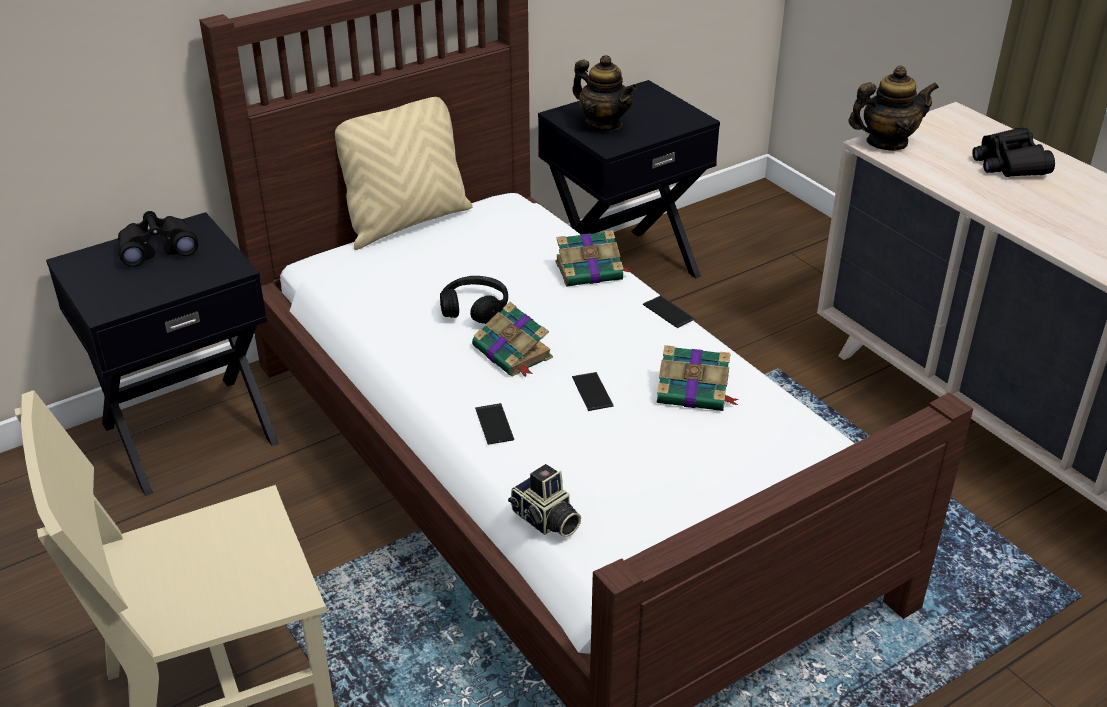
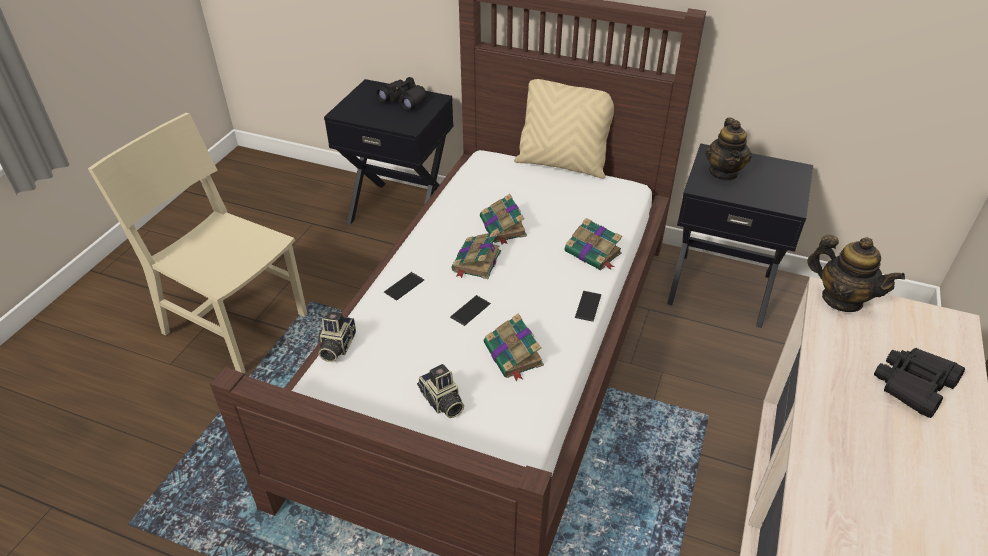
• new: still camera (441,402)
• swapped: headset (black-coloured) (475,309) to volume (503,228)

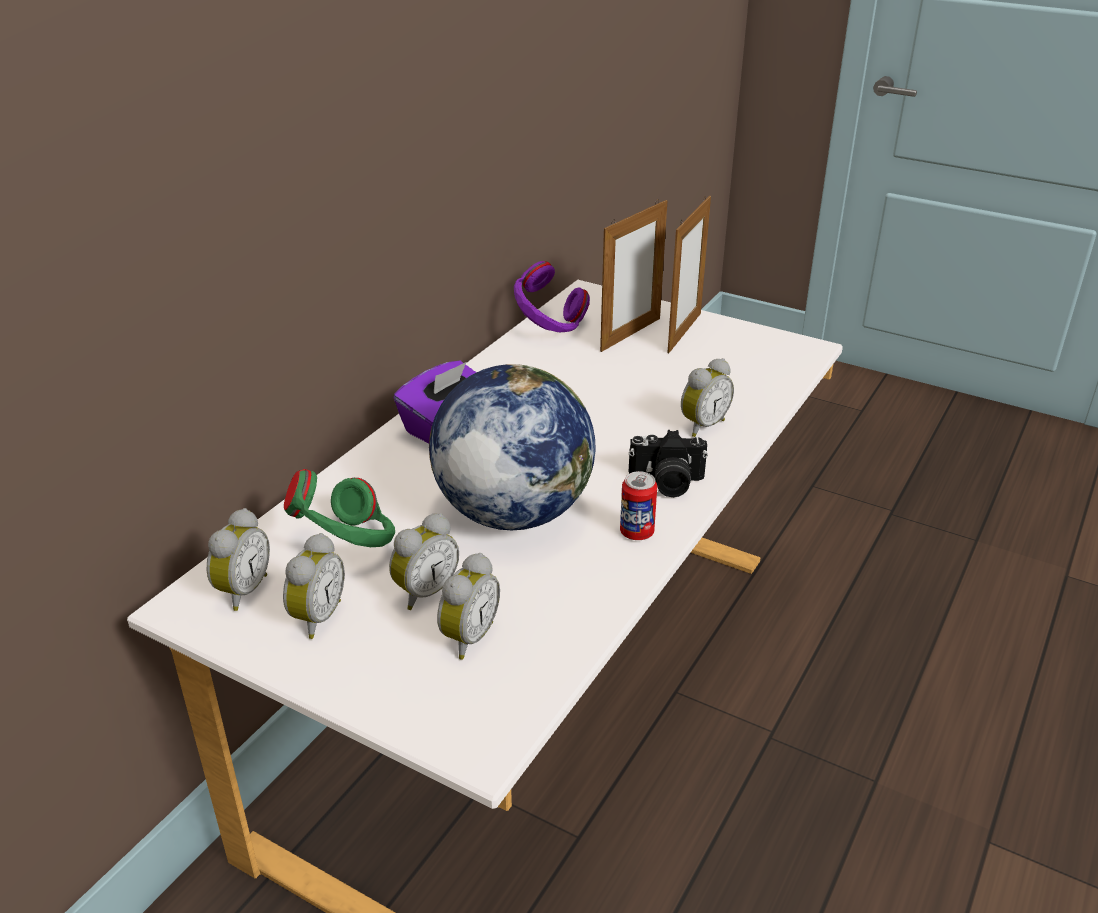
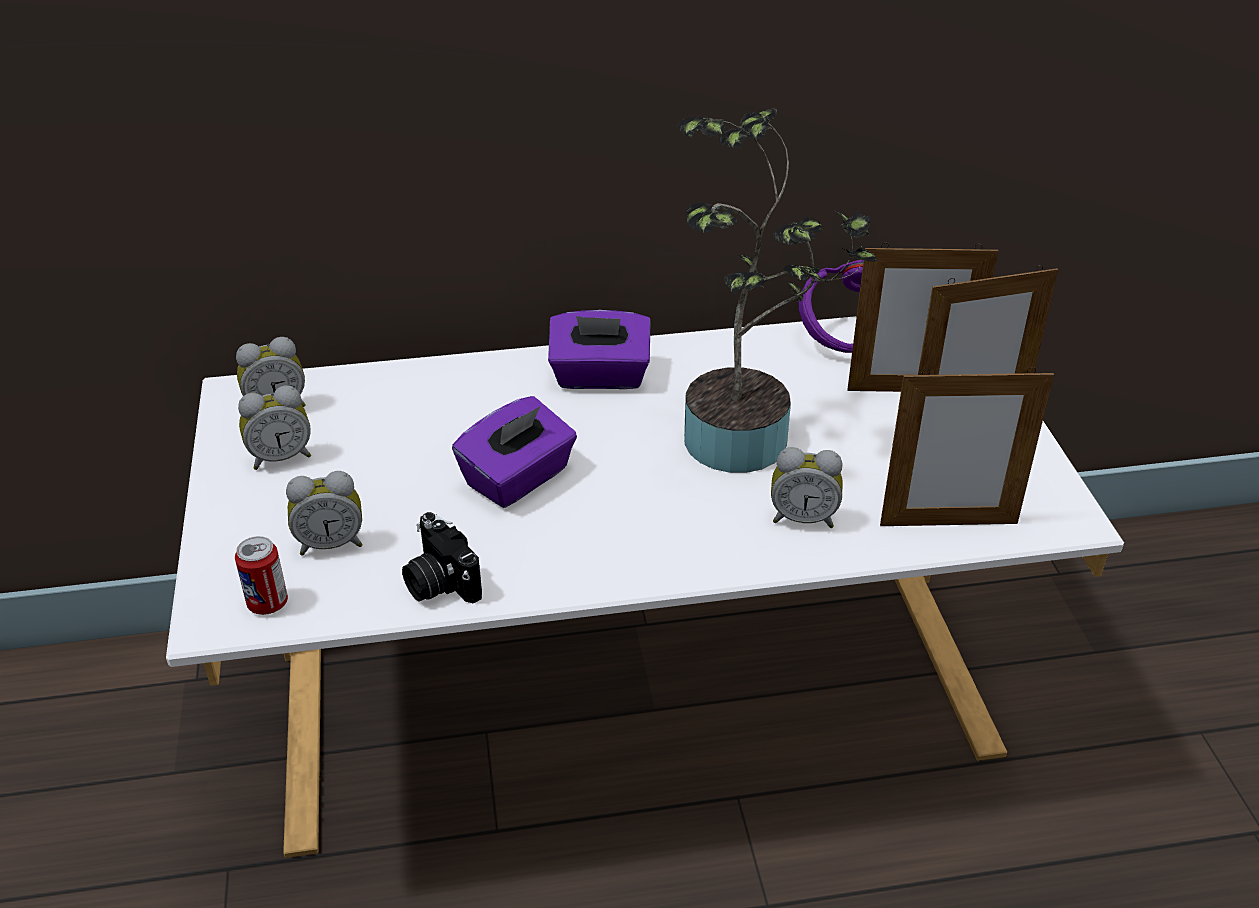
• gone: headset (greenish) (347,544)
• gone: alarm clock (424,591)
• new: houseplant (748,438)
• new: photo frame (948,524)
• shifted: sealed can (636,533) to (268,603)
• shifted: still camera (666,483) to (439,582)
• swapped: globe (512,512) to box of tissues (purplish) (518,478)

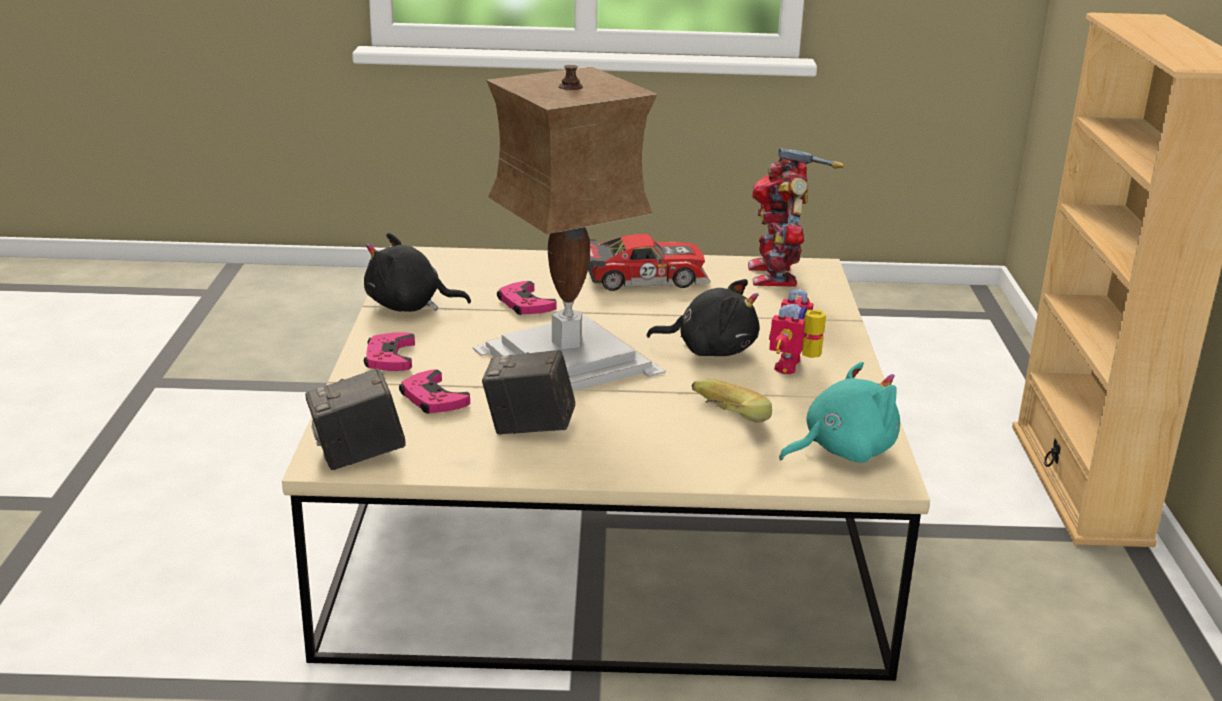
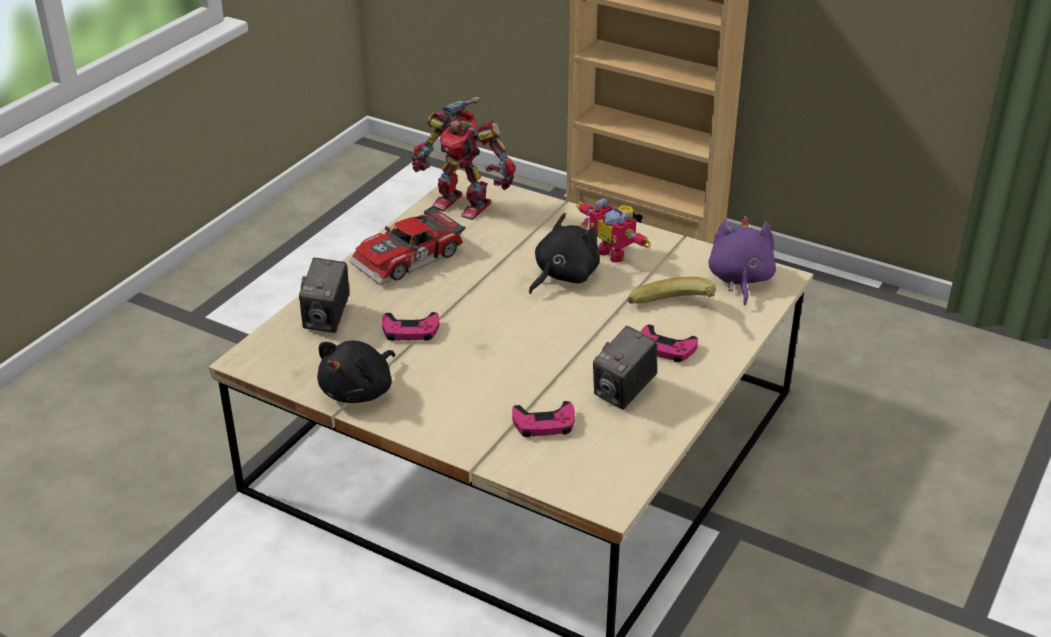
• gone: lamp for a table (568,358)
• shifted: still camera (358,456) to (327,319)
• shifted: joypad (pink-coloured) (389,358) to (665,348)
• repainted: plush toy (turquoise) (842,451) to plush toy (purplish) (740,279)
• rotated: toy car (644,276) = (410,259) 150 degrees counterclockwise

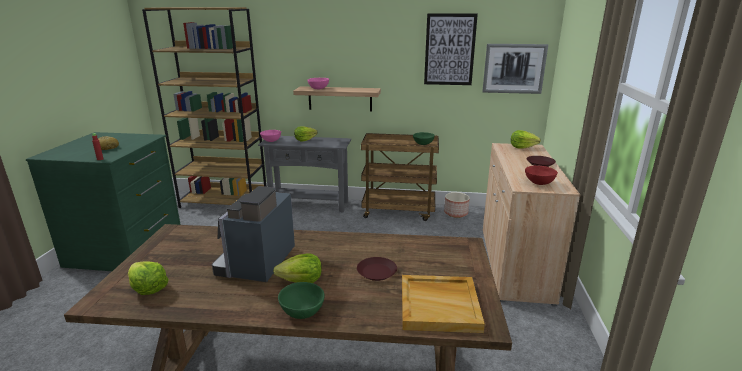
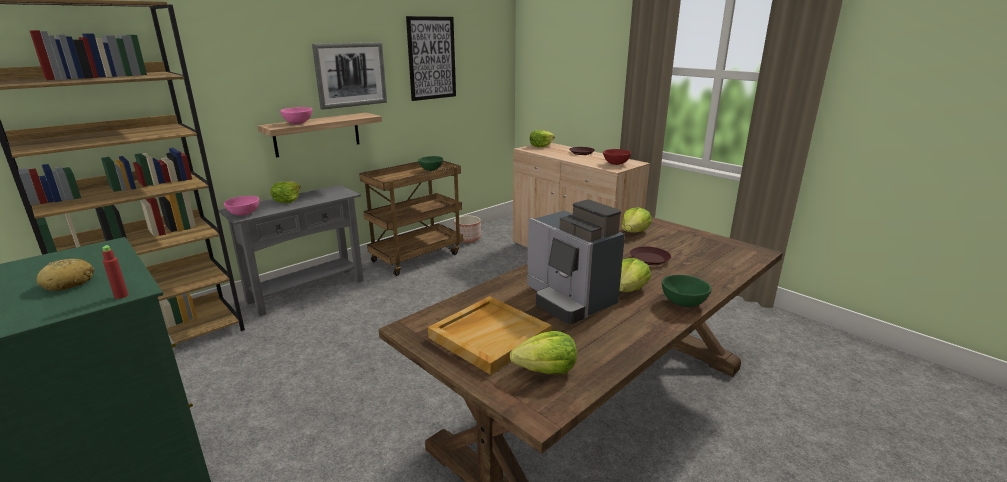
• new: head of lettuce (634,232)
• shifted: serving tray (beige-coloured) (440,305) to (490,336)
• shifted: picture (514,68) to (351,75)

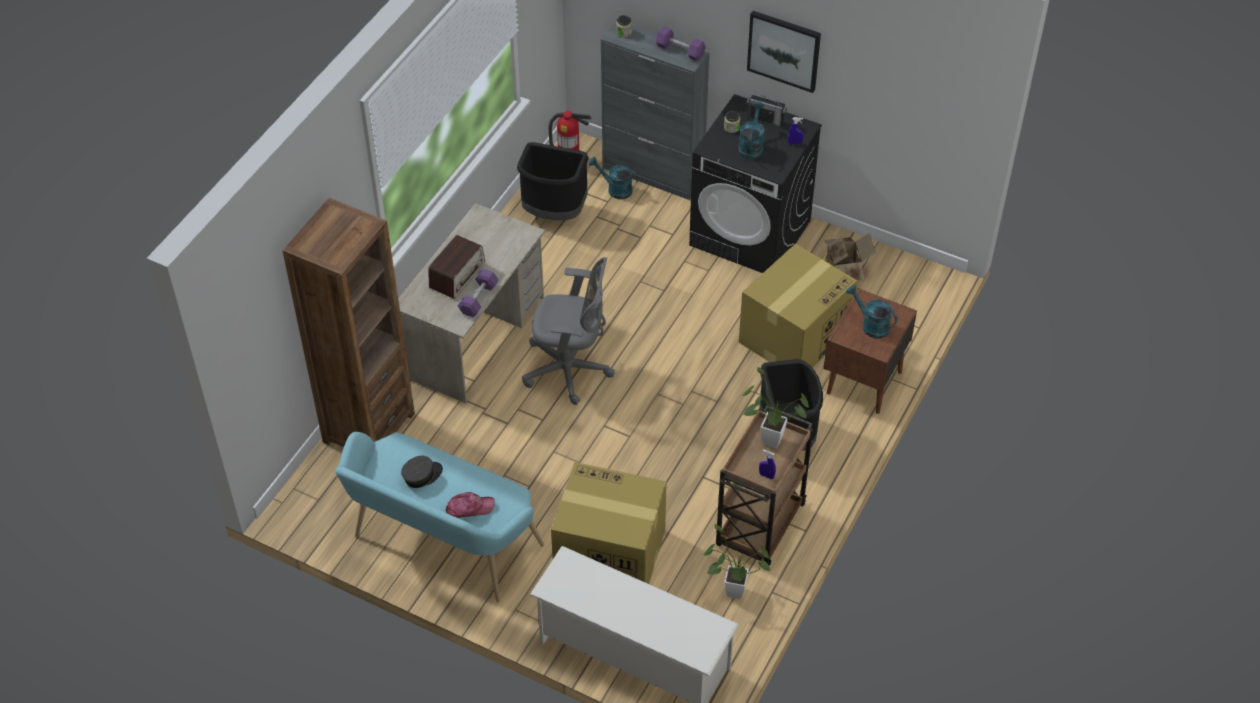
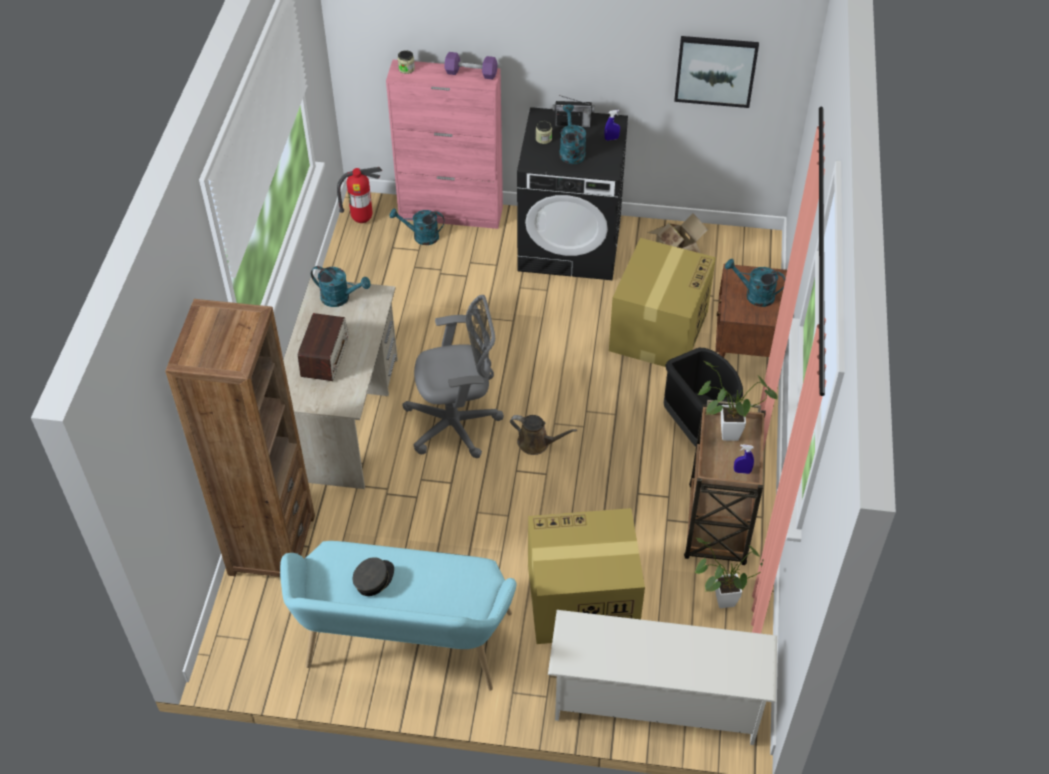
• gone: cap (469,508)
• gone: free weight (purplish) (478,299)
• gone: rubbish bin (black-coloured) (554,212)
• new: watering can (turquoise) (340,298)
• new: watering can (brown-coloured) (536,443)
• shifted: picture (784,50) to (715,70)
• repainted: storage cabinet (grey) (653,174) to storage cabinet (pink-coloured) (451,213)

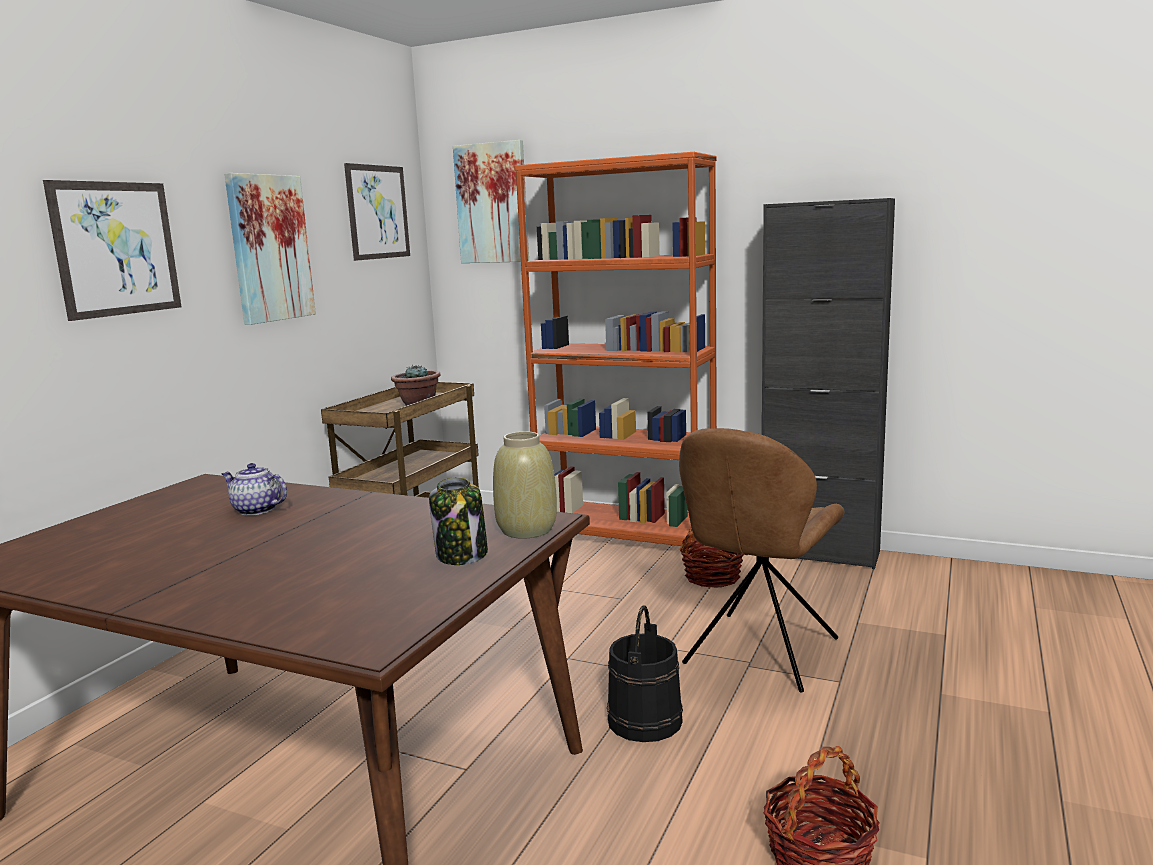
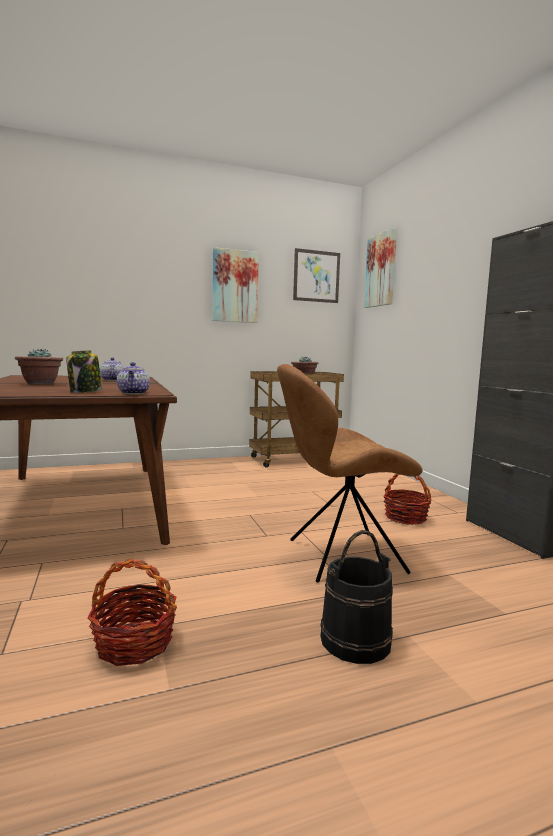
• gone: picture (116,249)
• gone: shelving unit (orange-coloured) (626,536)
• new: houseplant (40,384)
• shifted: bucket (black-coloured) (644,720) to (355,639)
• swapped: decorative vase (beige-coloured) (527,530) to tea pot (134,393)

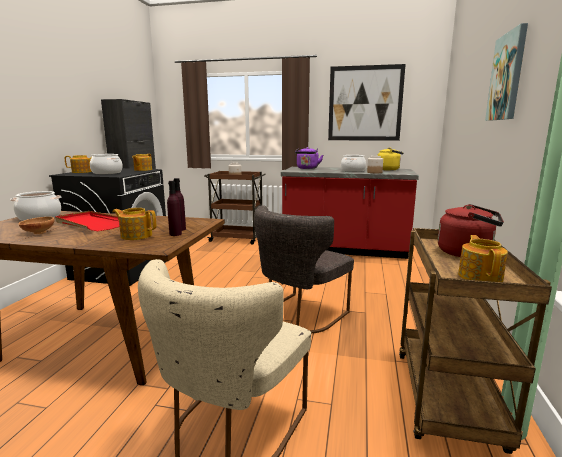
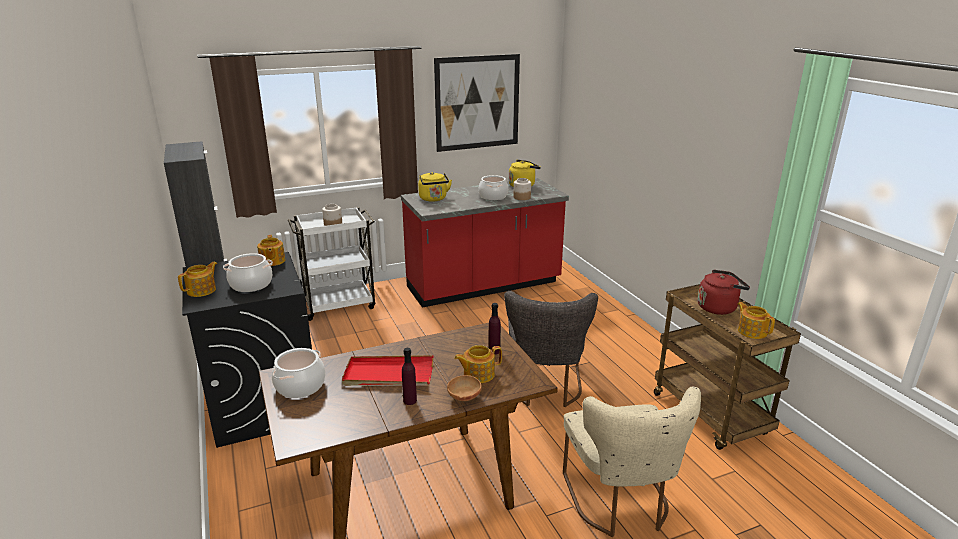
• gone: picture (507,77)
• shifted: serving bowl (brown-coloured) (38,232) to (463,398)
• shifted: drink bottle (purplish) (175,234) to (410,400)
• repainted: cart (brown-coloured) (237,239) to cart (white-coloured) (340,305)
• repainted: kettle (purplish) (307,168) to kettle (yellow-coloured) (433,199)

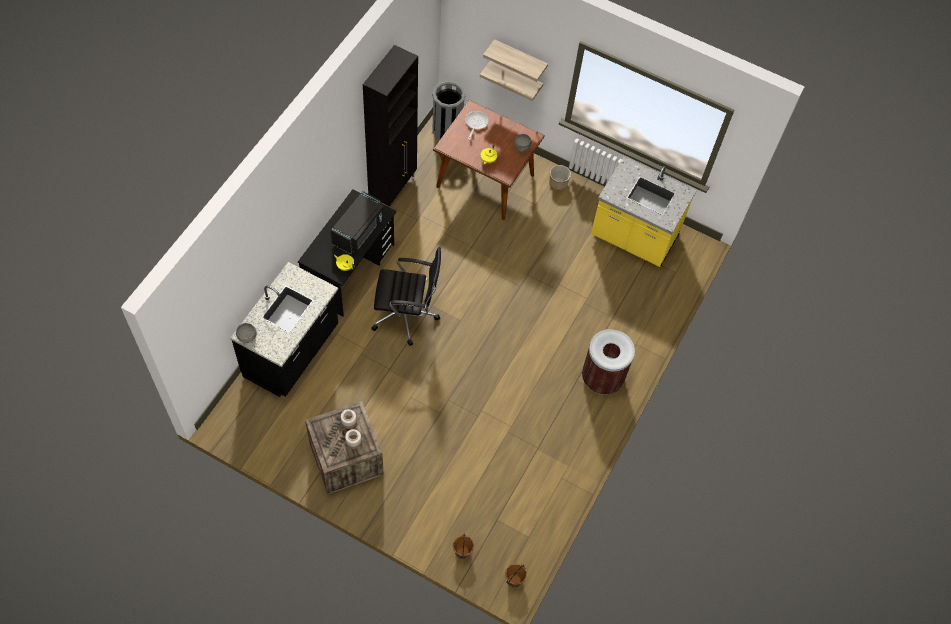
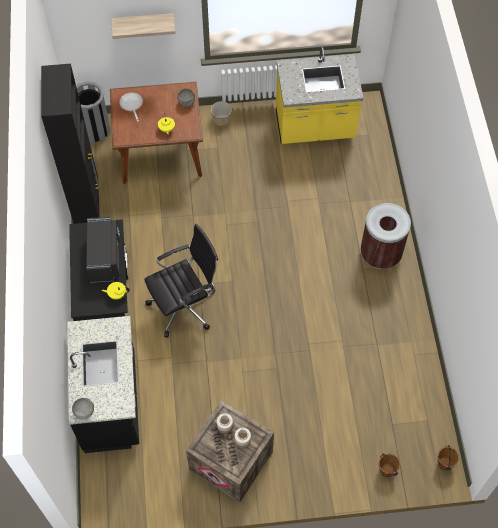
• gone: wall shelf (516,78)

